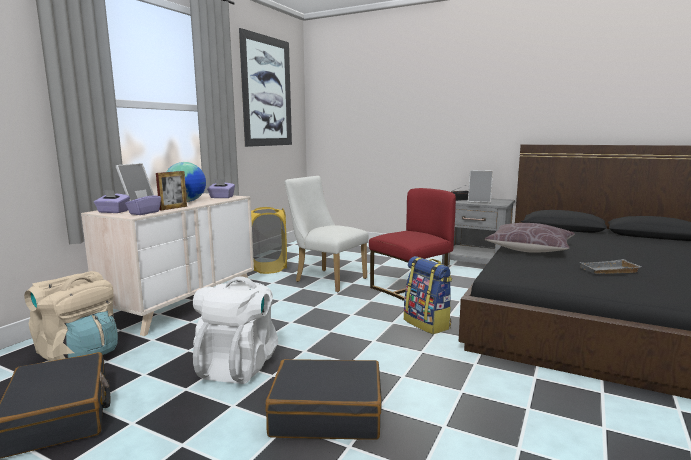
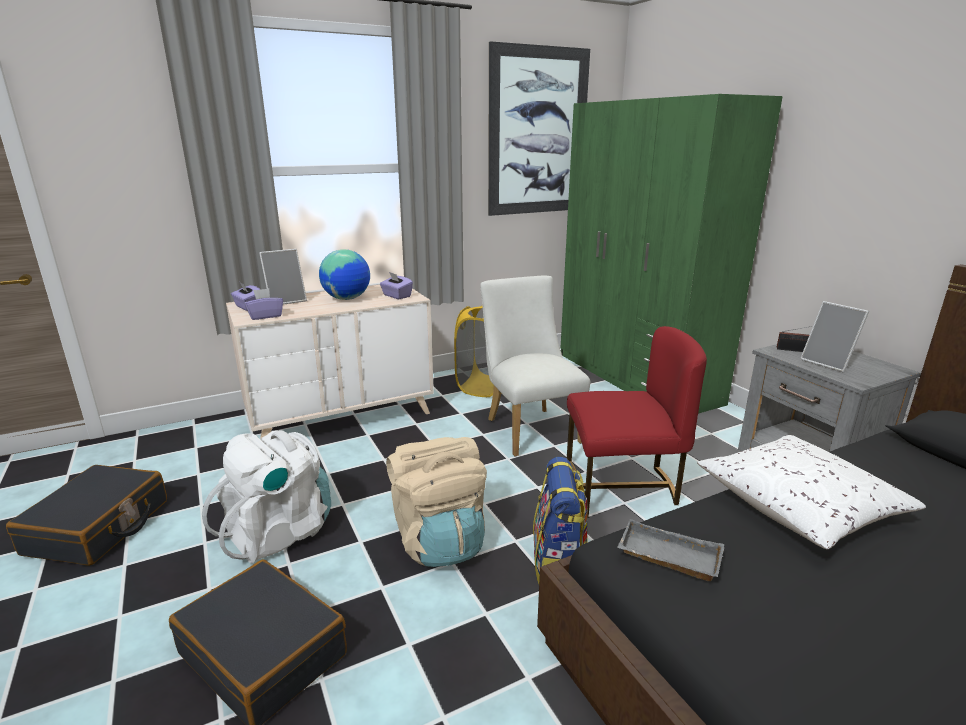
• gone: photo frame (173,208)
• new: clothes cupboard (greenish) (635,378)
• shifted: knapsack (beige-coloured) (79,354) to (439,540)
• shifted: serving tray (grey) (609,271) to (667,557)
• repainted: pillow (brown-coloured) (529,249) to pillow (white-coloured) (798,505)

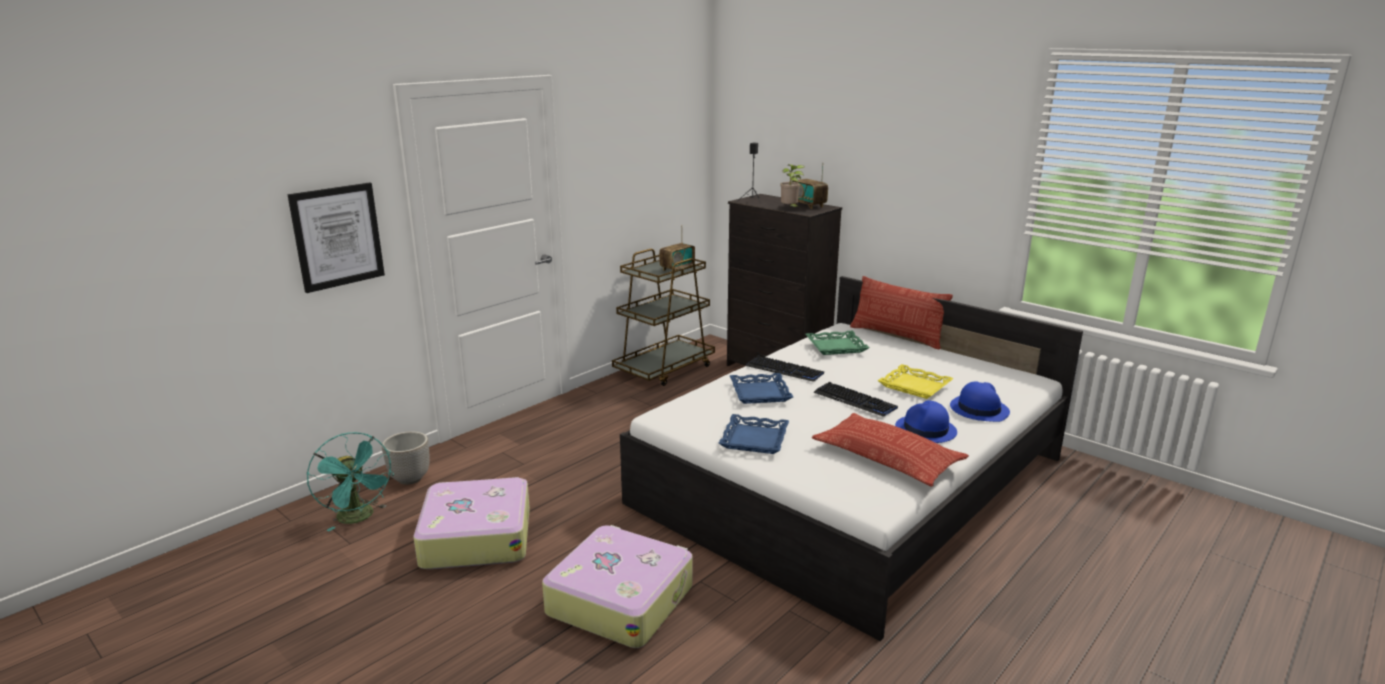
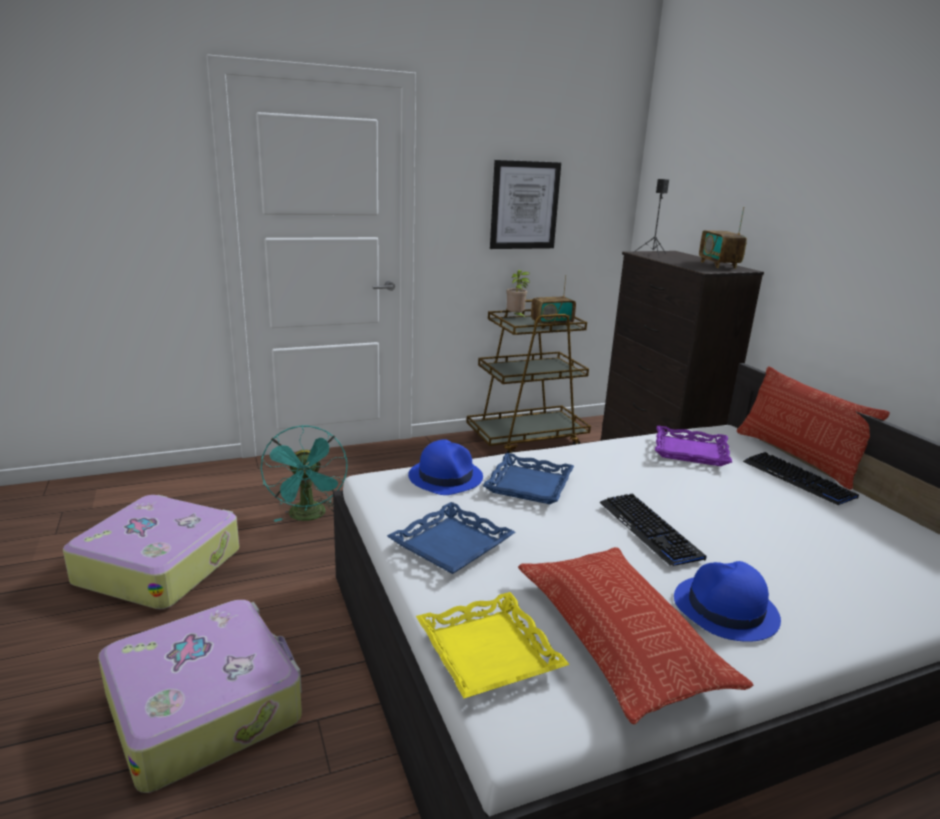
• gone: plant pot (409,479)
• shifted: picture (337,236) to (524,205)
• shifted: cooling fan (turquoise) (359,518) to (309,516)
• shifted: PC keyboard (784,370) to (798,480)
• shifted: houseplant (790,209) to (516,317)
• shifted: serving tray (yellow-coloured) (914,386) to (487,652)
• shifted: clothing hat (blue) (978,409) to (445,476)
• repainted: serving tray (greenish) (836,346) to serving tray (purplish) (691,451)

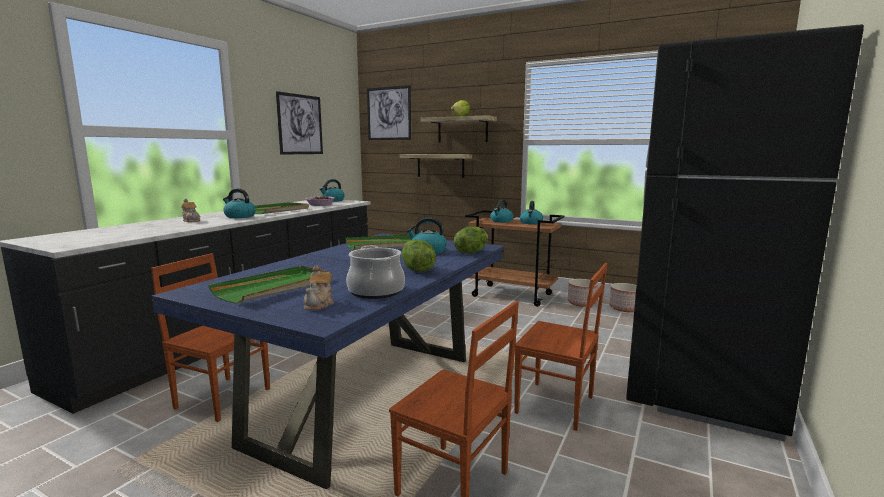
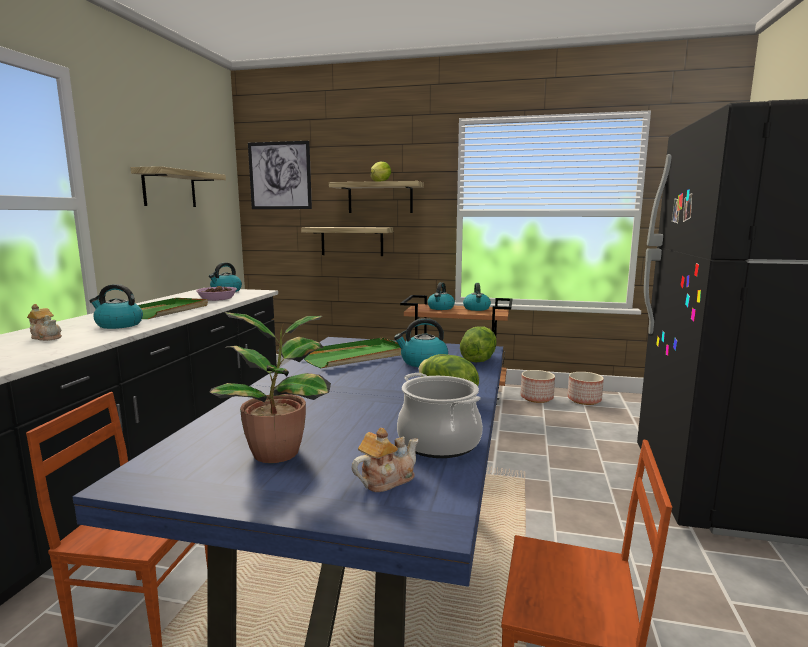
• gone: upright chair (brown-coloured) (555,406)
• swapped: serving tray (greenish) (275,287) to houseplant (279,452)
• swapped: picture (300,124) to wall shelf (169,189)
• rotated: tea pot (319,304) = (386,480) 120 degrees counterclockwise

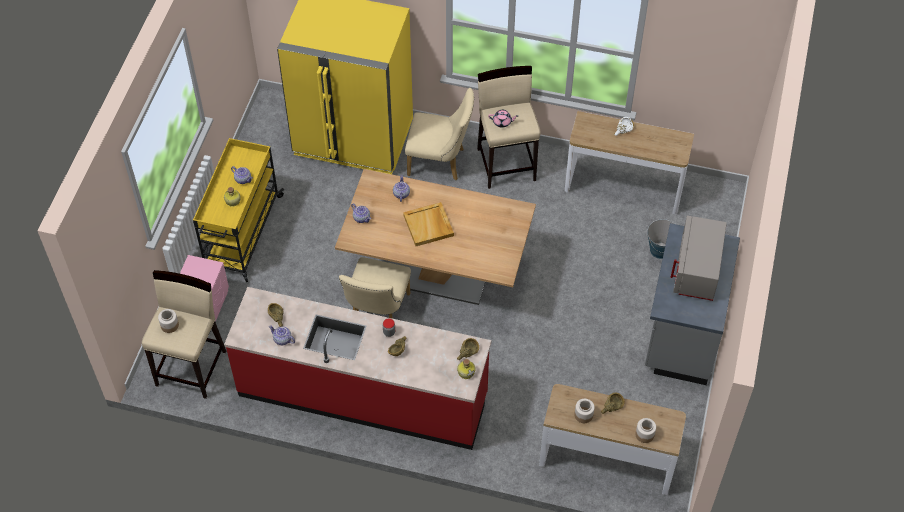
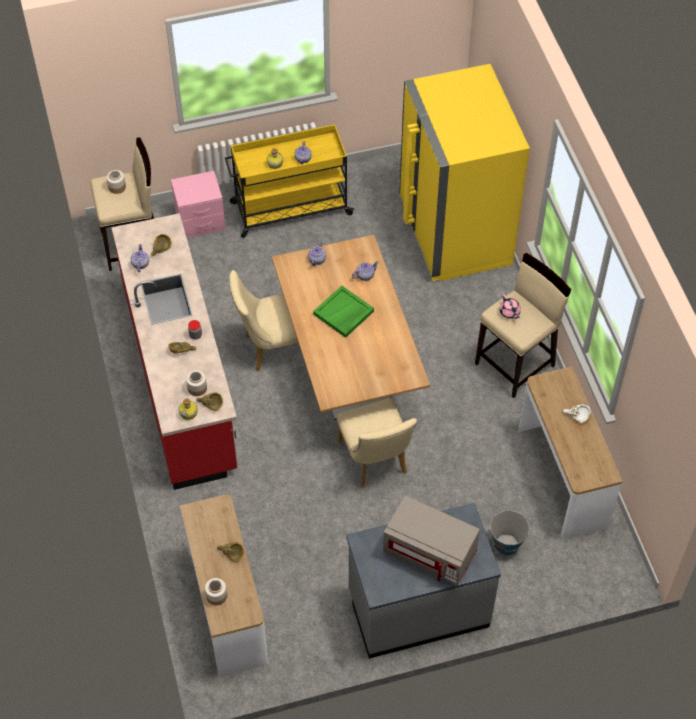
• shifted: upright chair (beige-coloured) (440,162) to (375,461)
• shifted: jar (583,415) to (197,388)
• repainted: serving tray (beige-coloured) (429,226) to serving tray (greenish) (343,313)
• rotated: kitchen microwave (grey) (697,270) = (430,552) 135 degrees counterclockwise

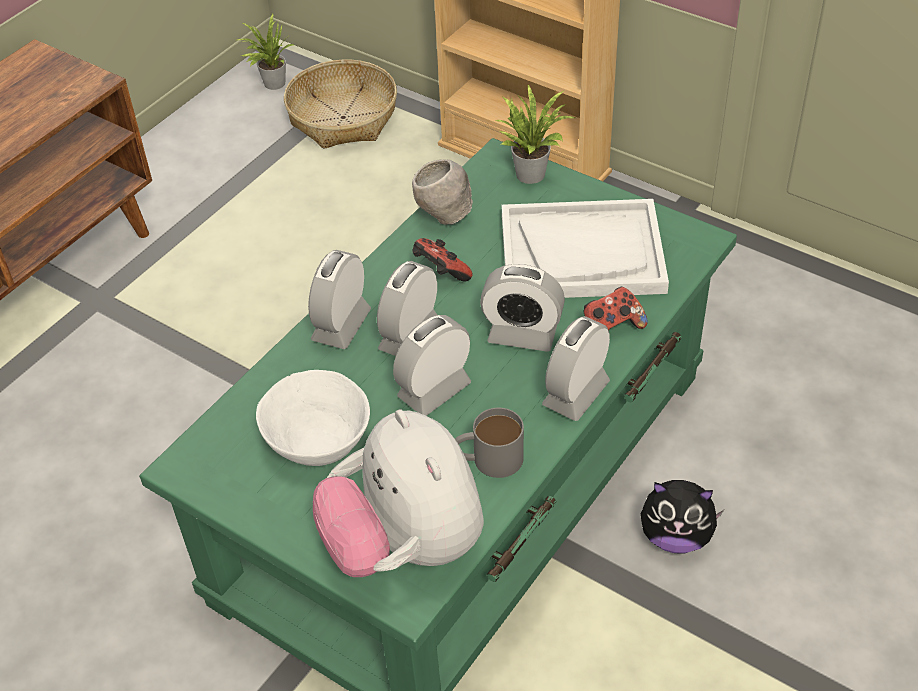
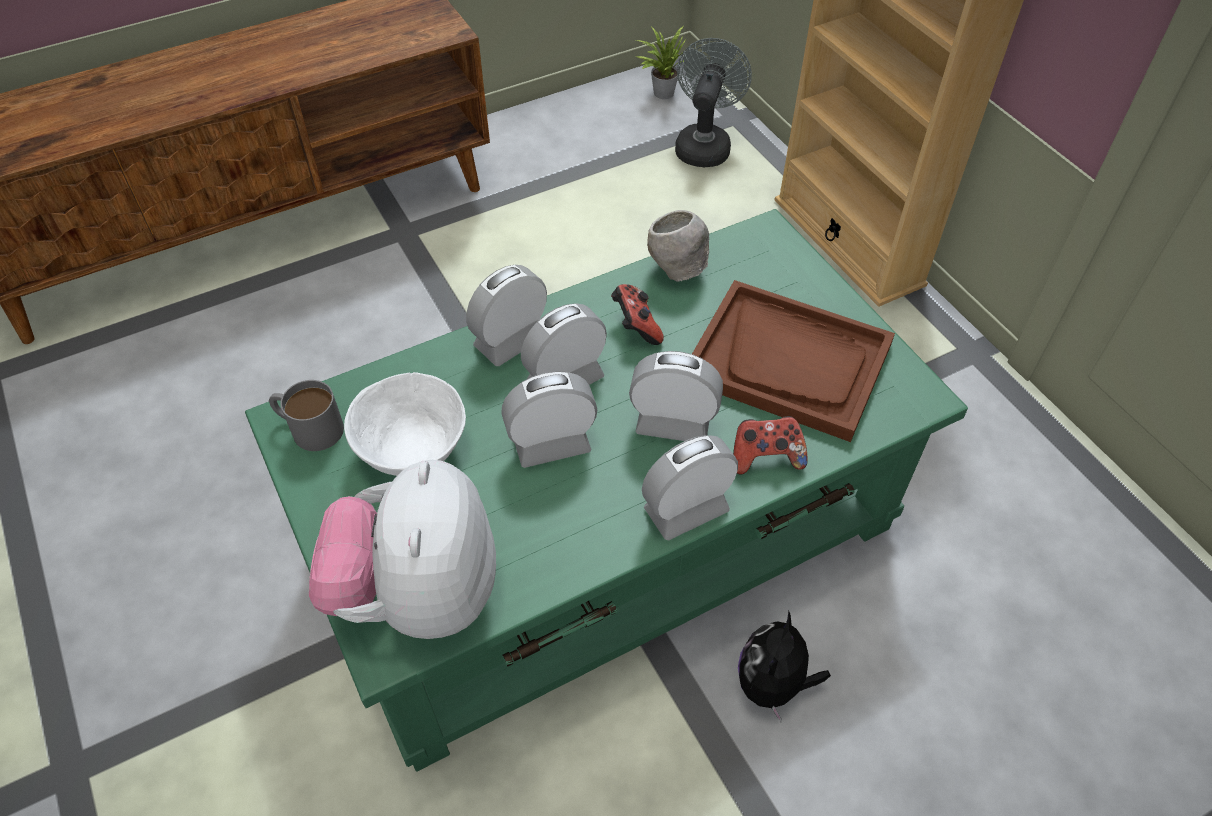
• gone: houseplant (531,172)
• shifted: mug (grey) (488,459) to (309,427)
• swapped: basket (343,118) to cooling fan (grey) (704,145)
• repainted: serving tray (white-coloured) (582,253) to serving tray (brown-coloured) (788,362)
• rotated: alarm clock (522,335) = (673,423) 150 degrees clockwise
• rotated: plush toy (675,537) = (773,685) 75 degrees clockwise

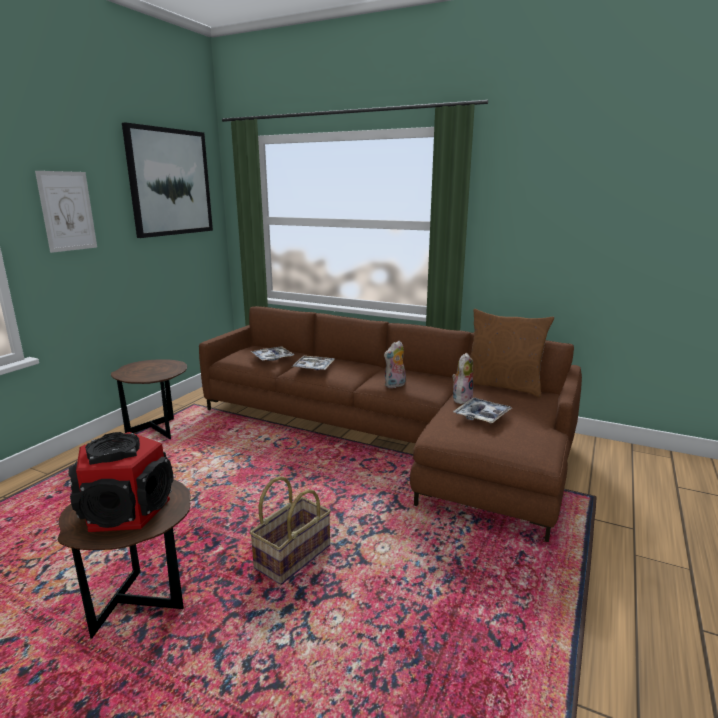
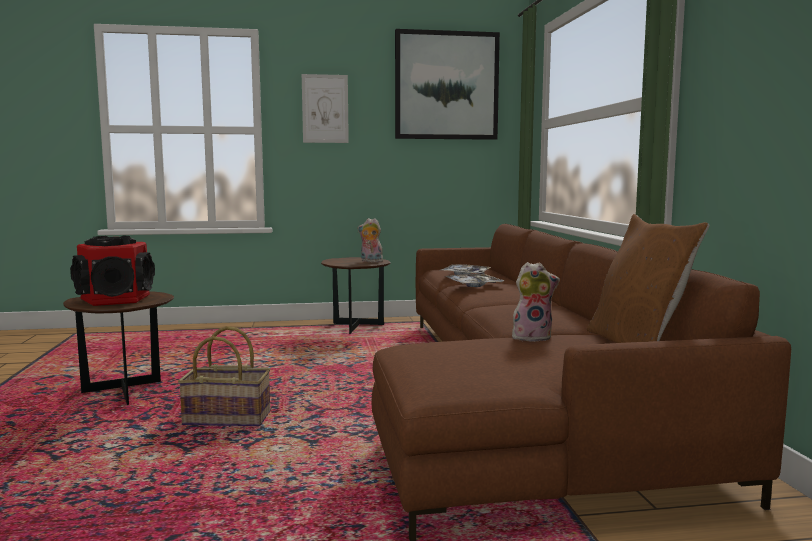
• gone: serving tray (482,415)
• shifted: plush toy (395,385) to (370,261)

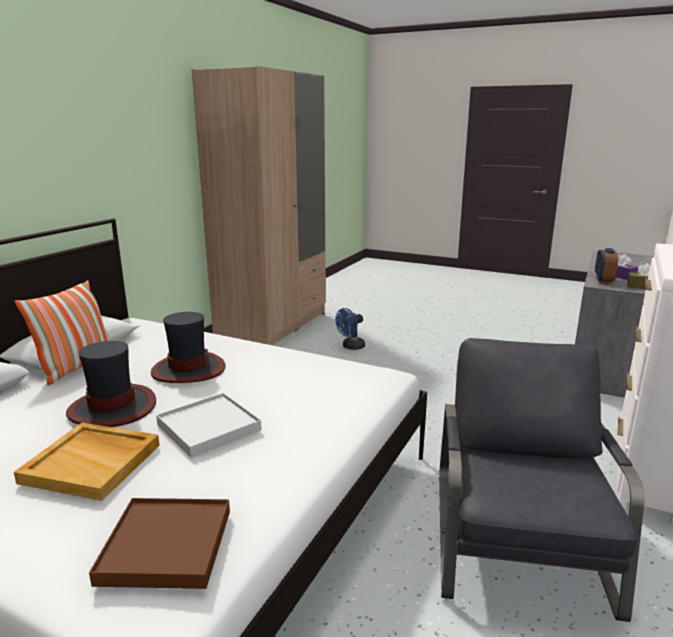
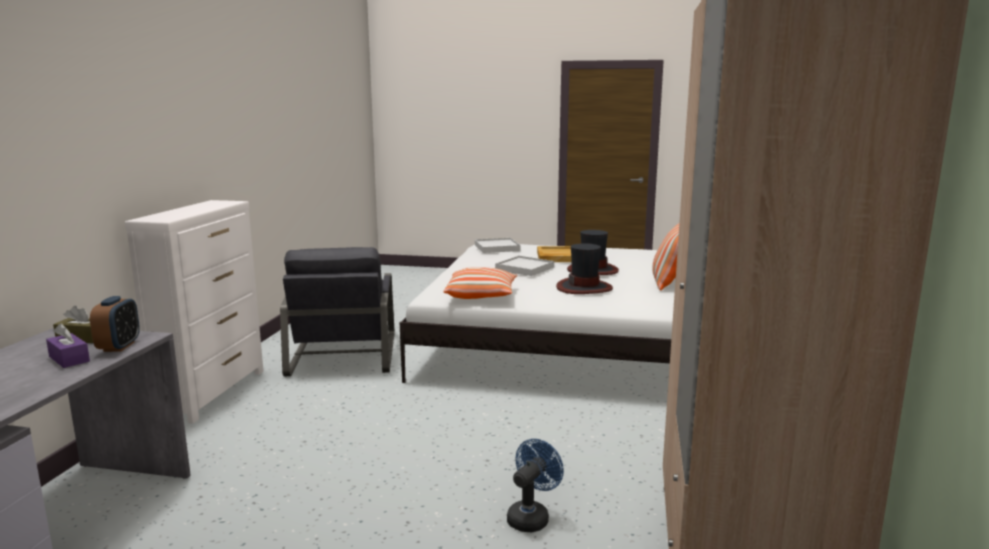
• new: pillow (481,296)
• repainted: serving tray (brown-coloured) (166,546) to serving tray (white-coloured) (497,248)

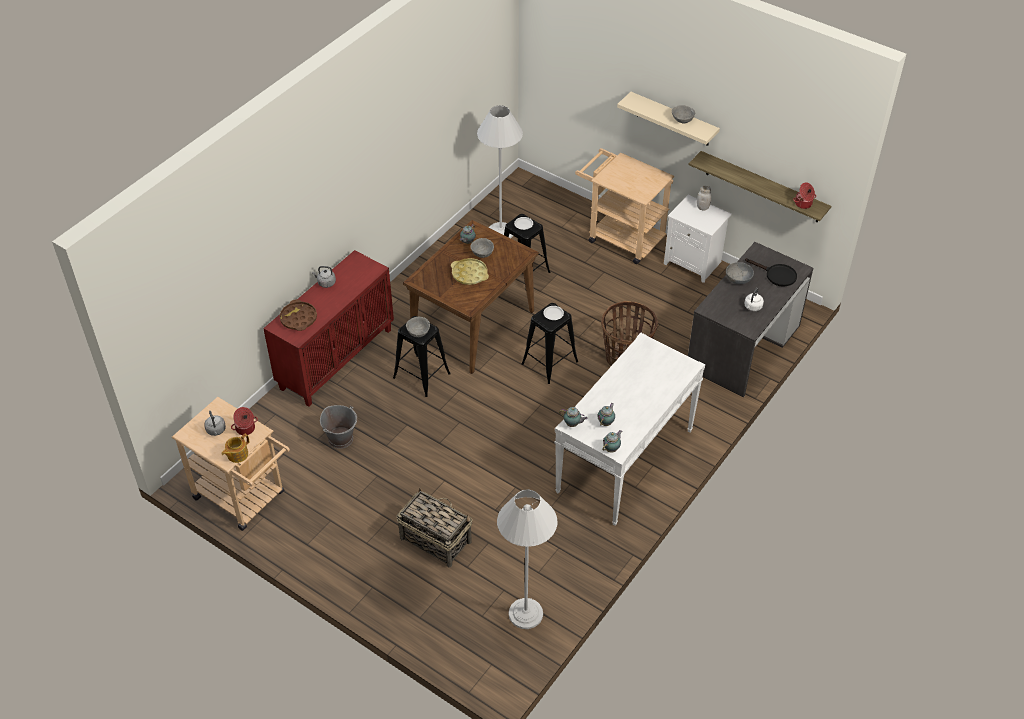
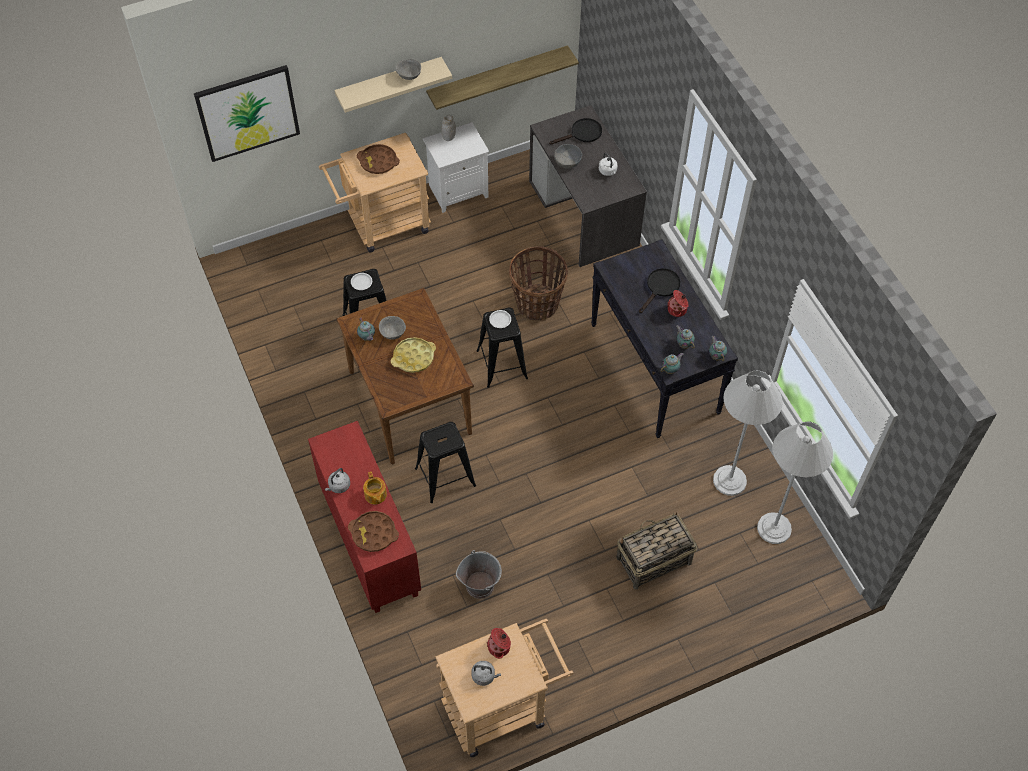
• gone: serving bowl (grey) (418,332)
• new: picture (248,112)
• new: serving tray (brown-coloured) (378,162)
• new: skillet (black-coloured) (660,288)
• shifted: tea pot (237,454) to (375,495)
• shifted: standing lamp (white-coloured) (500,232) to (729,480)
• shifted: cooking pot (803,204) to (677,310)
• repainted: hall table (white-coloured) (625,461) to hall table (black-coloured) (655,368)

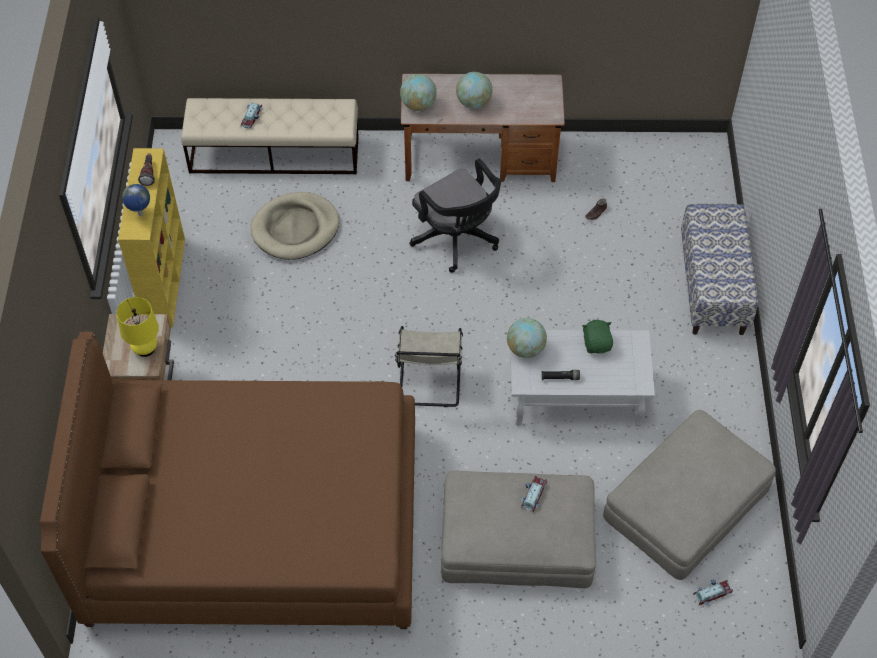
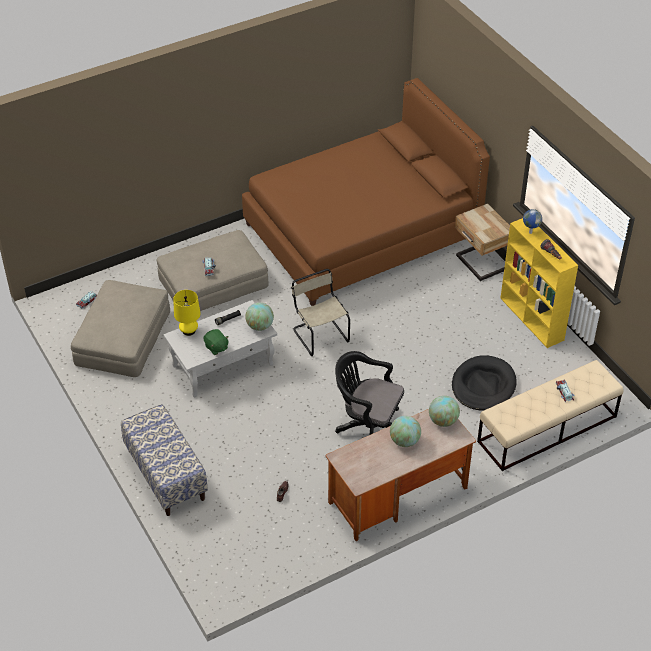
• shifted: lamp for a table (yellow-coloured) (145,348) to (189,331)
• repainted: pet bed (beige-coloured) (295,229) to pet bed (black-coloured) (483,385)

